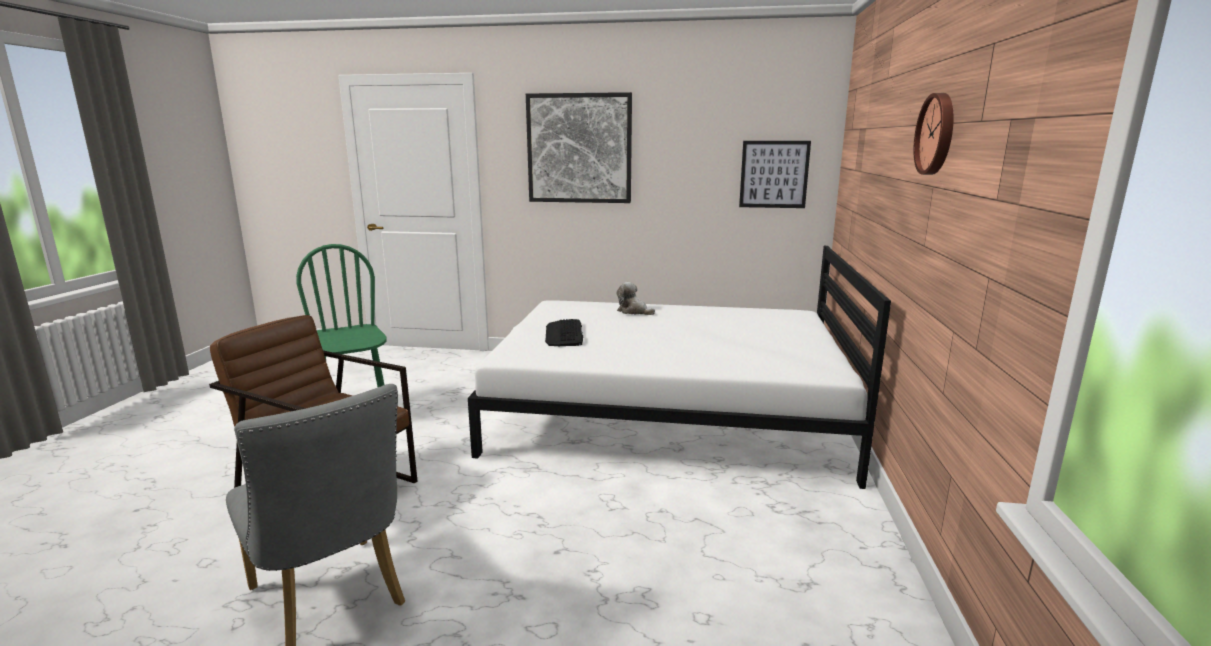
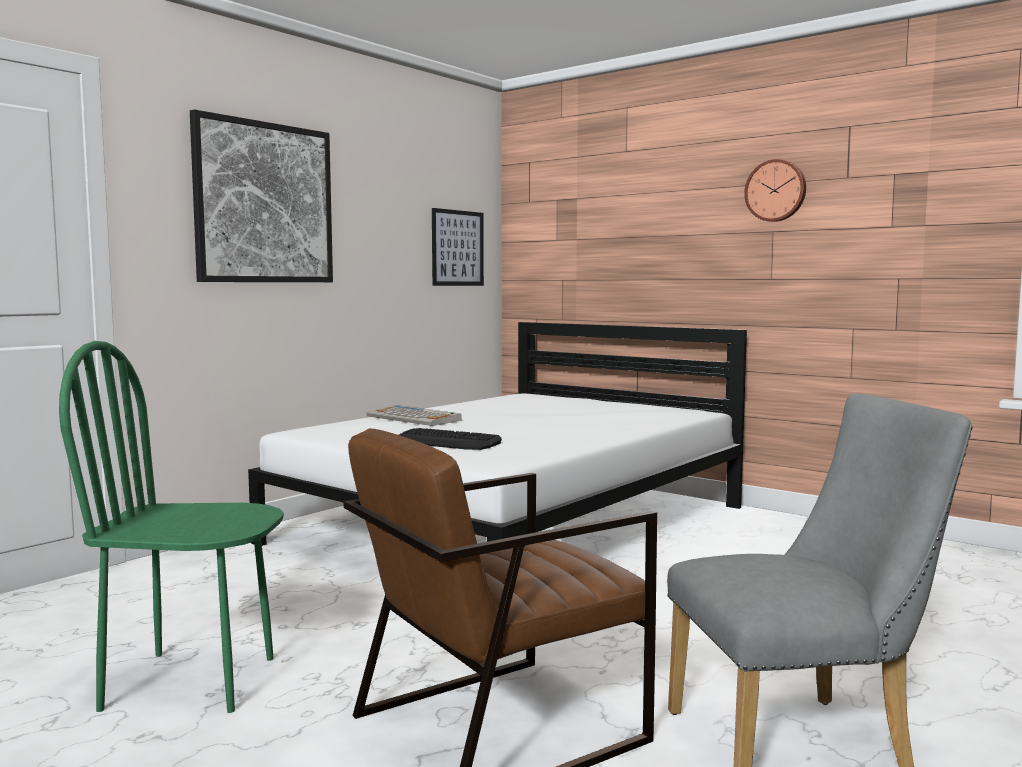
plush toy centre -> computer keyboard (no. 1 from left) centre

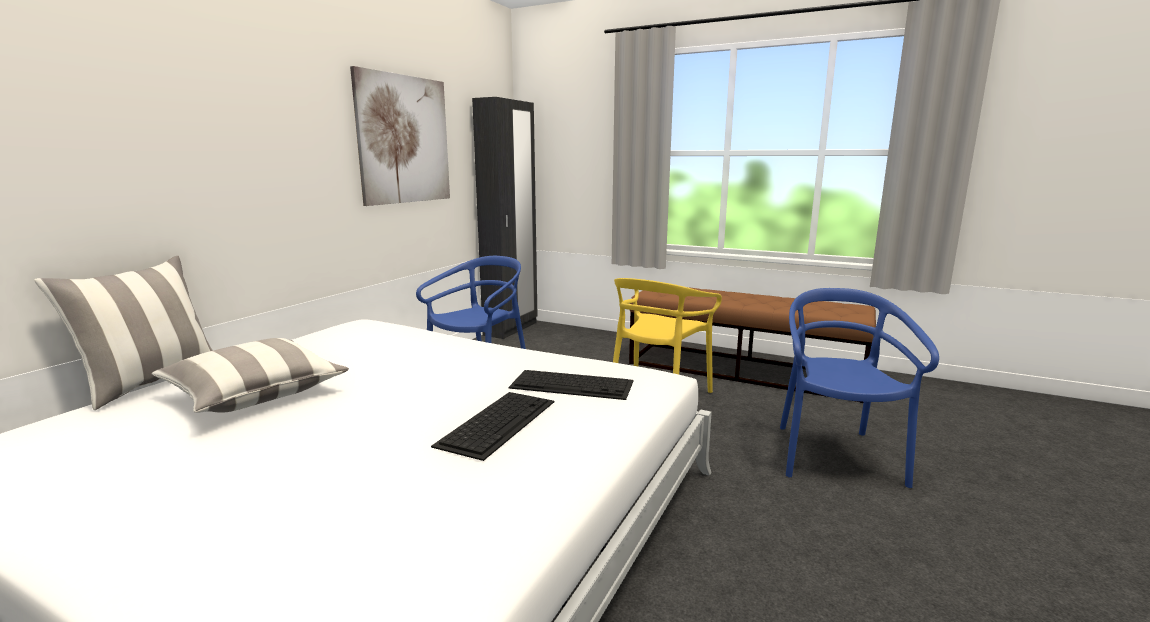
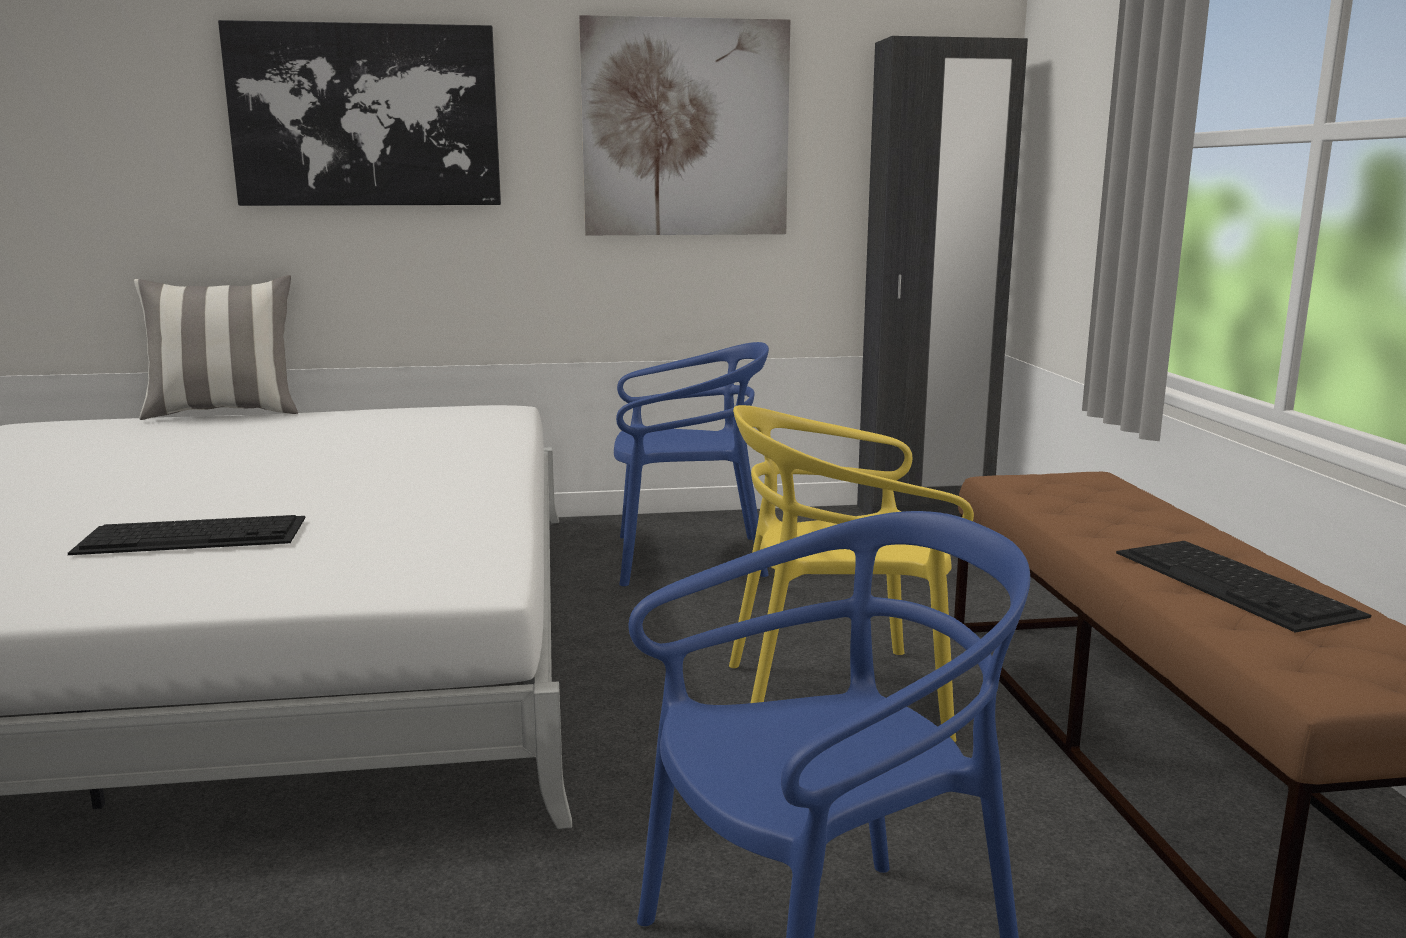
none -> wall picture (no. 1 from left) top left
computer keyboard (no. 2 from left) centre -> computer keyboard (no. 2 from left) middle right, relocated
throw pillow (no. 2 from left) middle left -> none

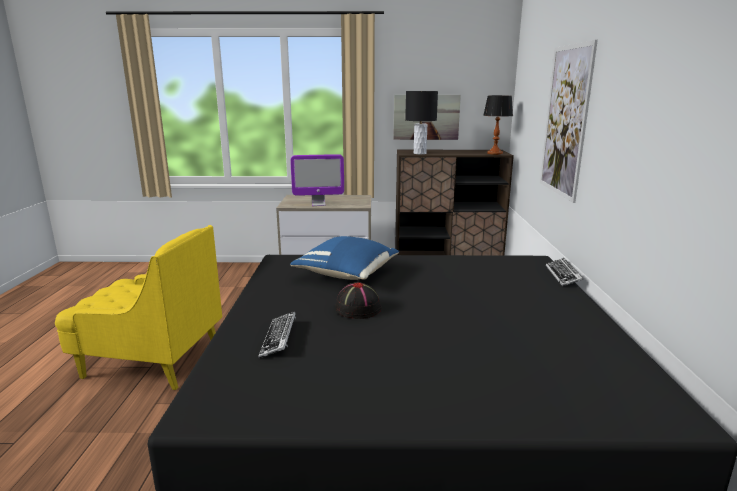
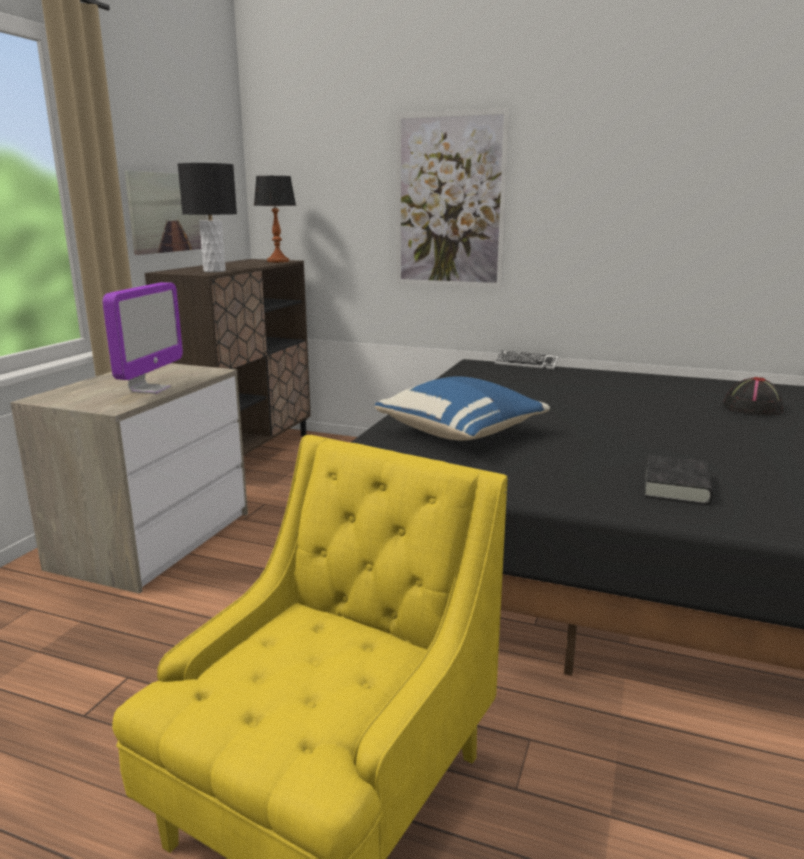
computer keyboard (no. 1 from left) bottom centre -> black-coloured bound book middle right
black-coloured wearable hat centre -> black-coloured wearable hat middle right, relocated

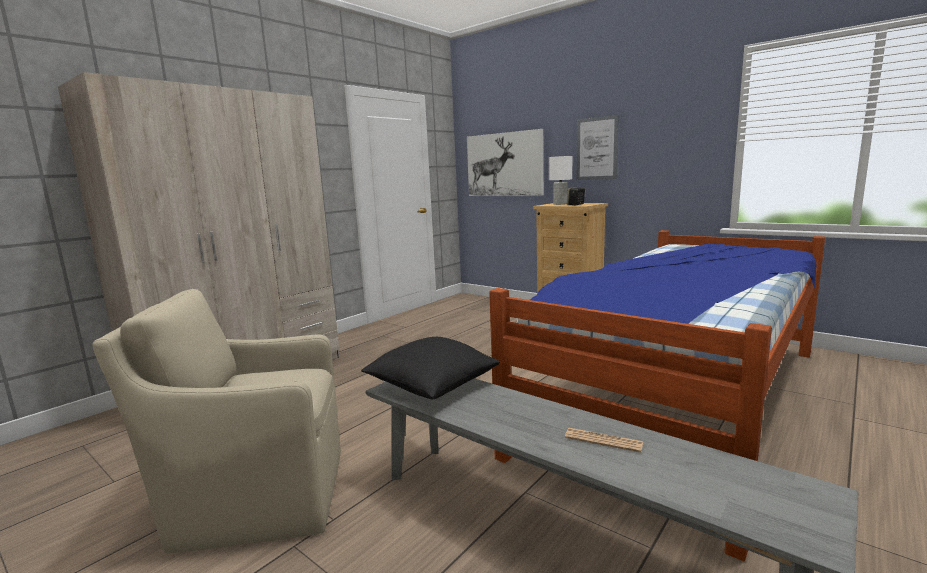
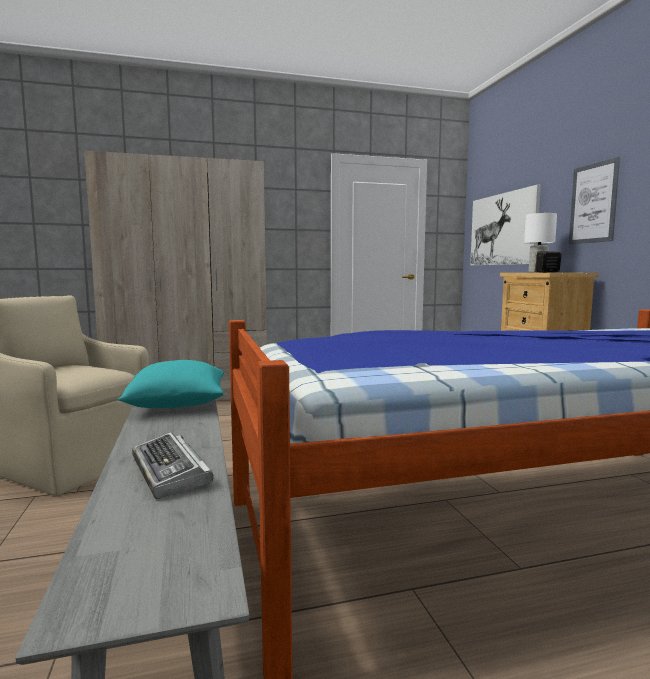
black-coloured throw pillow centre -> blue-green throw pillow middle left
printed paper bottom centre -> computer keyboard bottom left

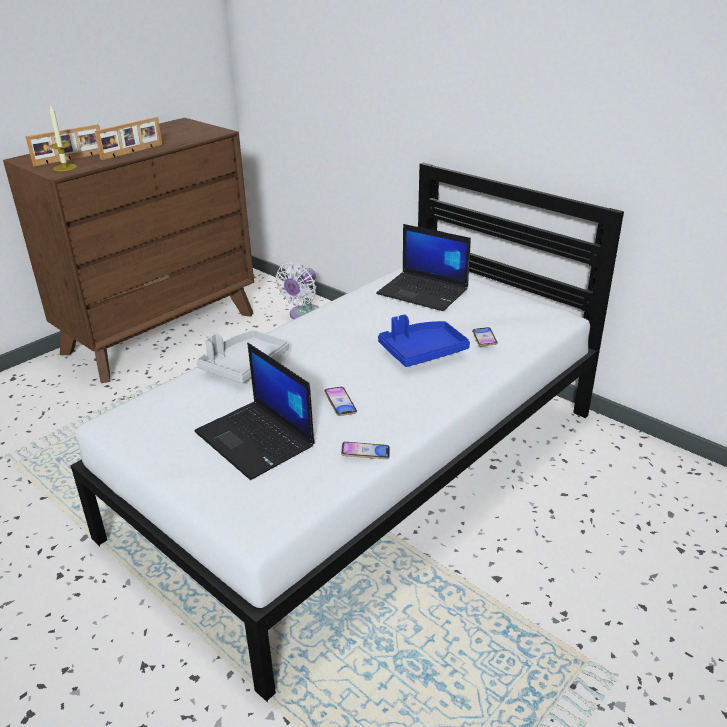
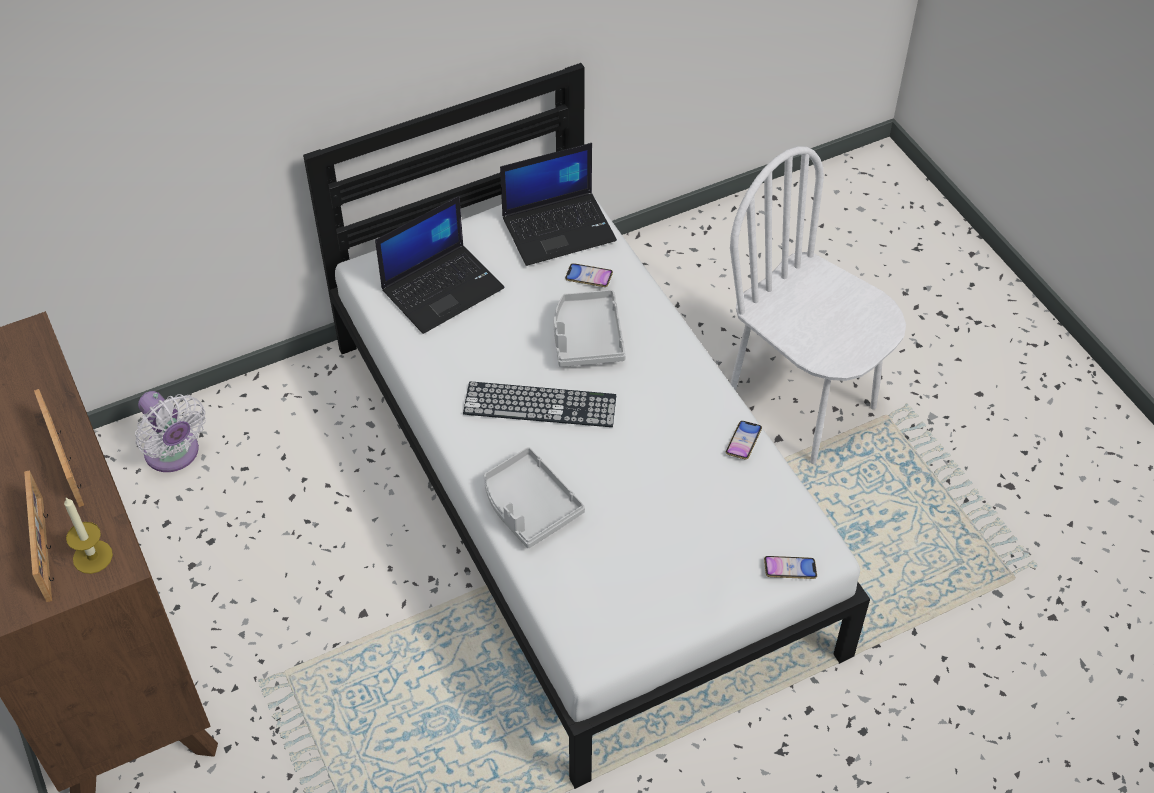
none -> computer keyboard centre
laptop (no. 1 from left in the first image) centre -> laptop (no. 2 from left) top centre, relocated
blue-coloured serving tray centre -> greyish serving tray (no. 2 from left) centre
none -> whitish chair middle right
handset (no. 1 from left in the first image) centre -> handset (no. 3 from left) bottom right, relocated

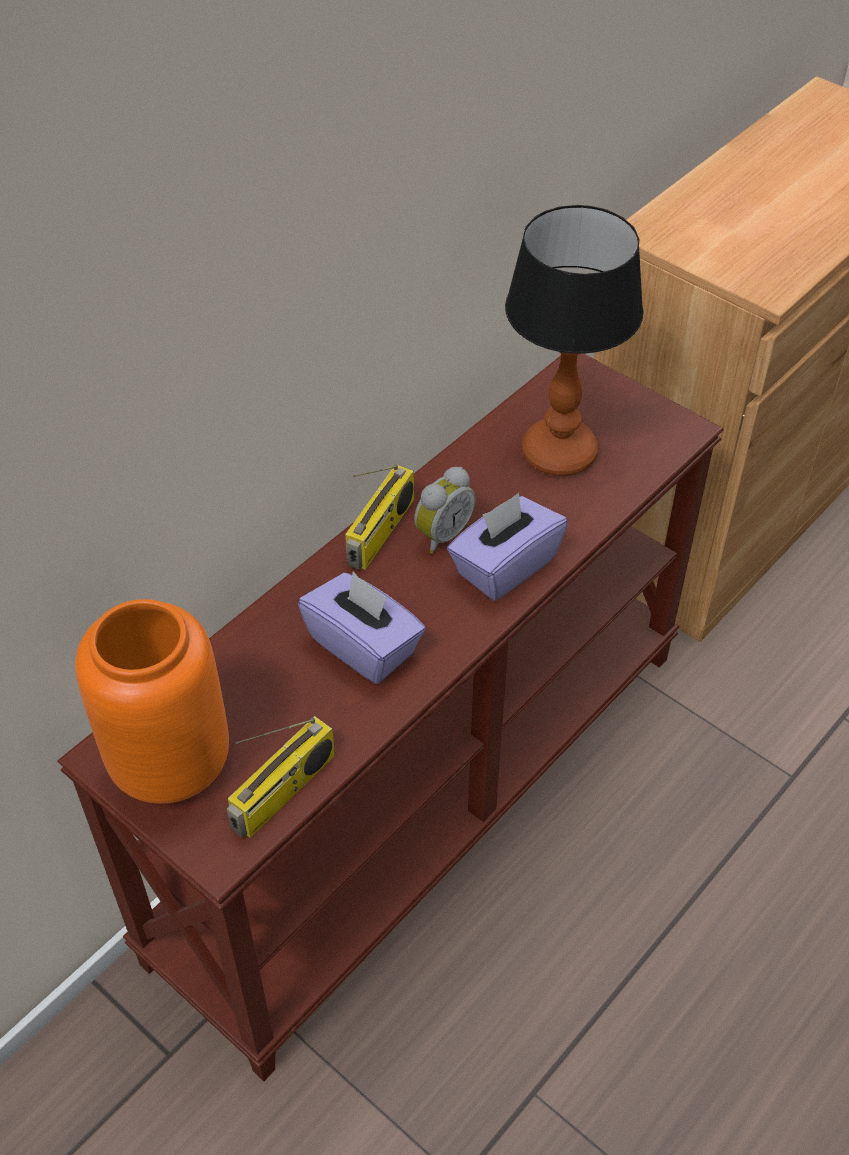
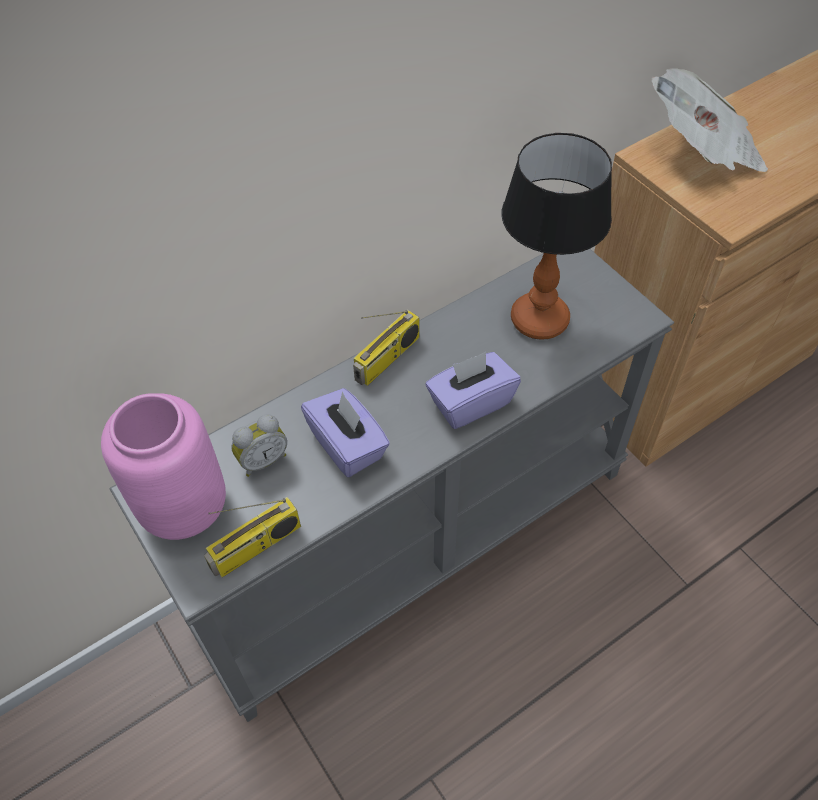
orangey decorative vase middle left -> pink-coloured decorative vase middle left
brown console table centre -> greyish console table centre
alarm clock centre -> alarm clock middle left, relocated
none -> printed paper top right

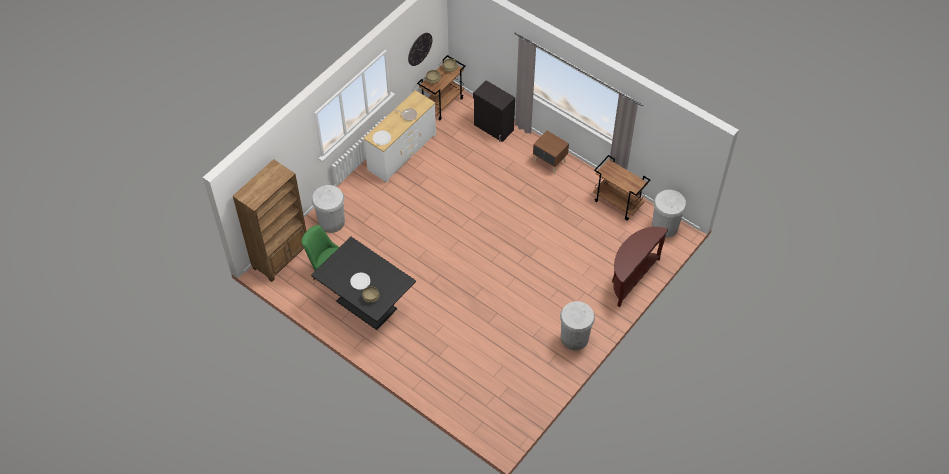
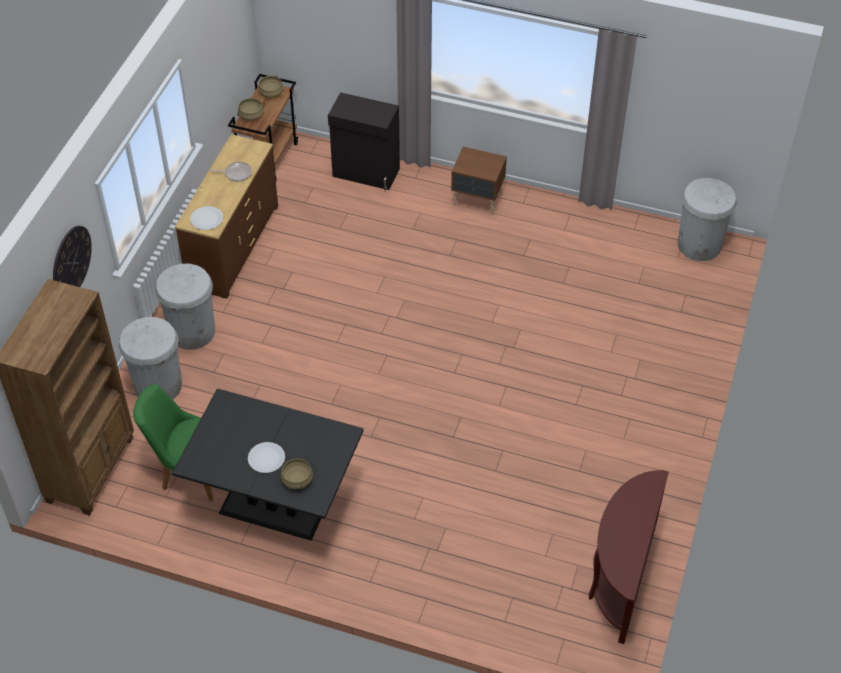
clock on the wall top centre -> clock on the wall middle left, relocated
whitish trash can (no. 2 from left) bottom centre -> whitish trash can (no. 2 from left) middle left, relocated
whitish drawer chest top centre -> brown drawer chest top left
brown console table middle right -> brown console table bottom right, relocated
brown cart (no. 2 from left) centre -> none

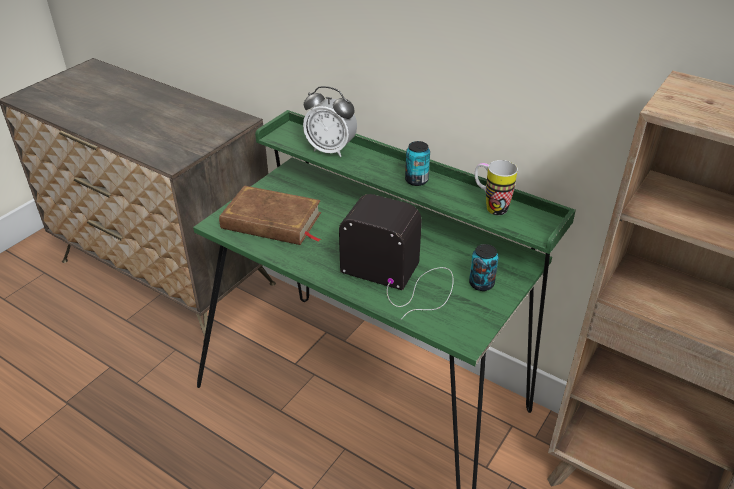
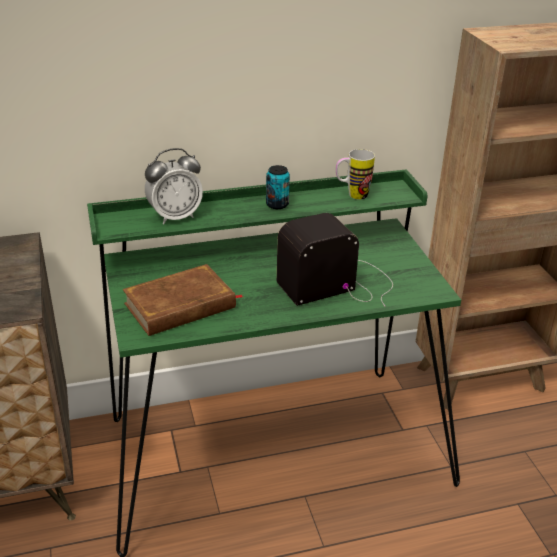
can (no. 2 from left) centre -> none

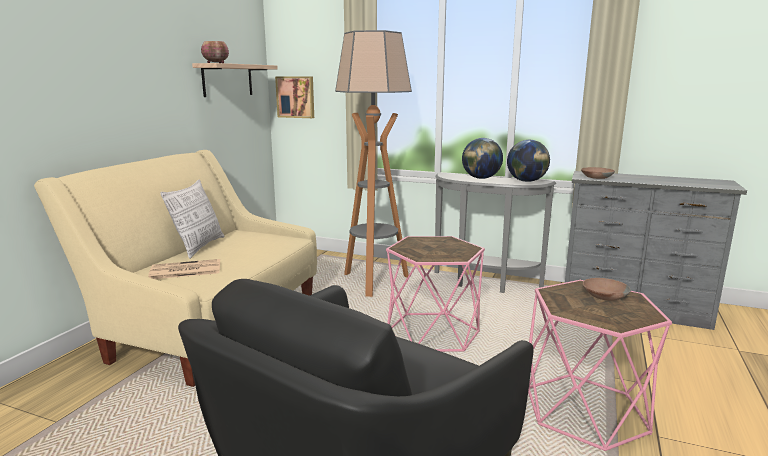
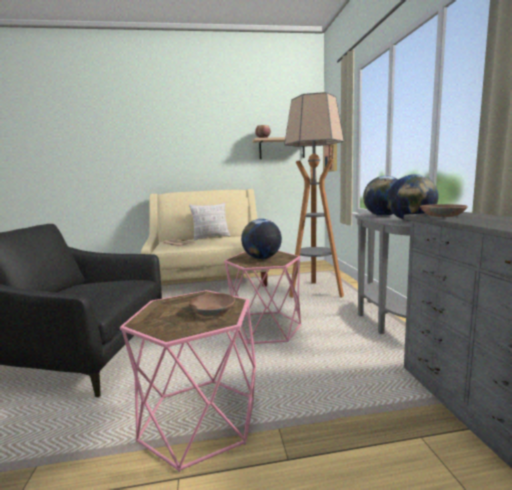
none -> globe (no. 1 from left) centre

